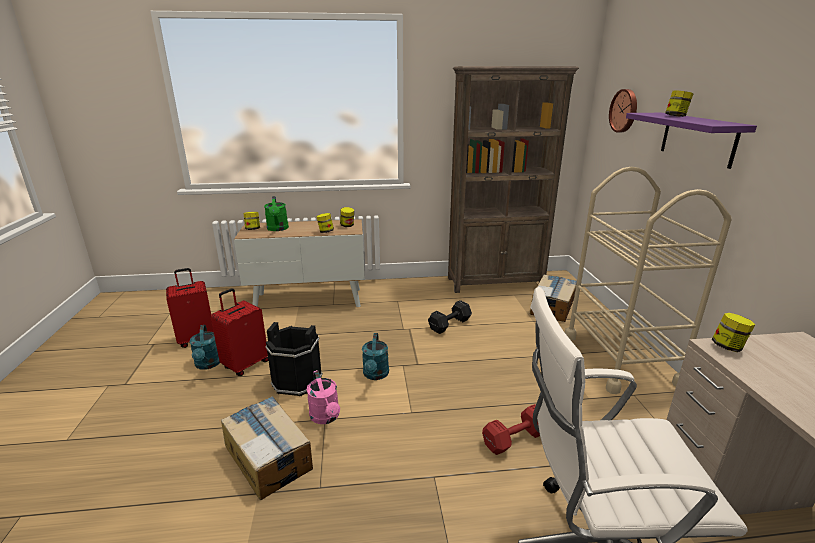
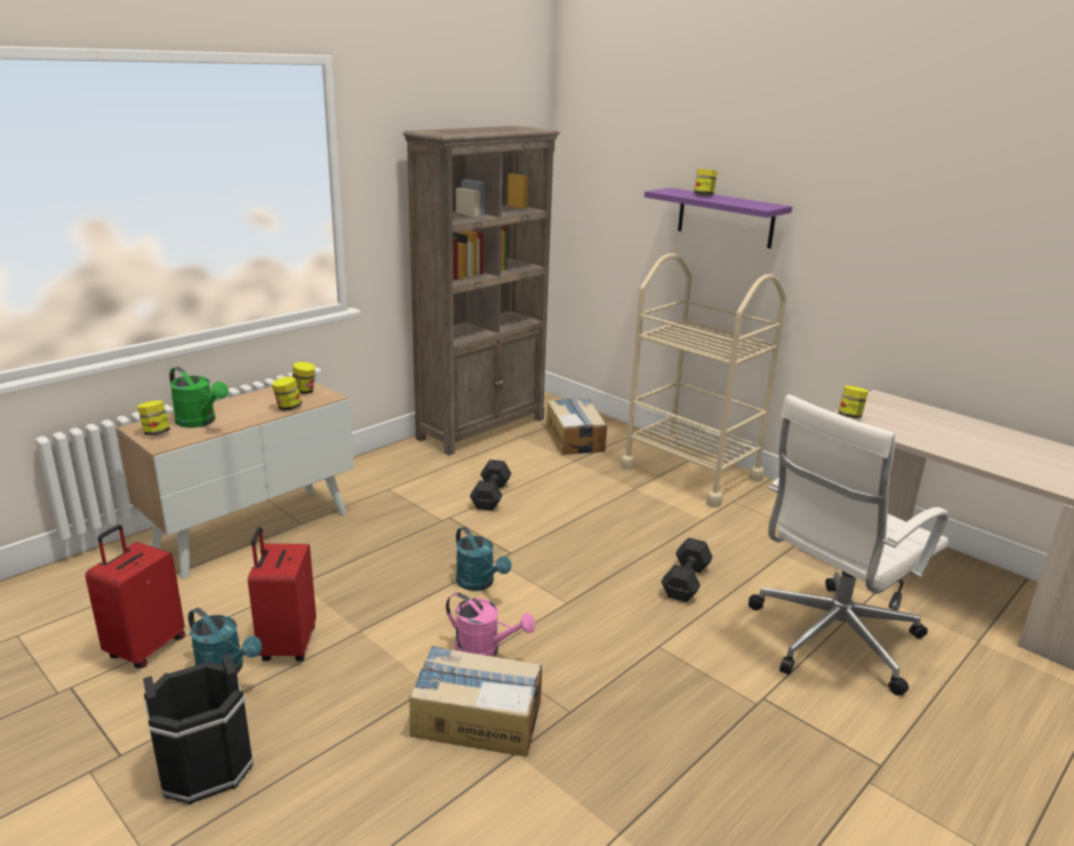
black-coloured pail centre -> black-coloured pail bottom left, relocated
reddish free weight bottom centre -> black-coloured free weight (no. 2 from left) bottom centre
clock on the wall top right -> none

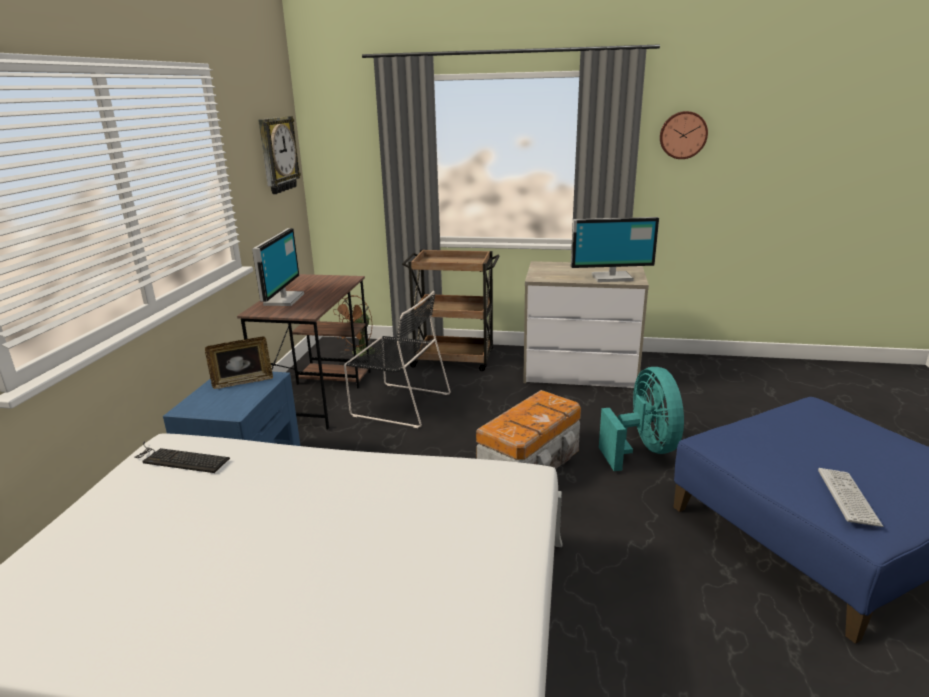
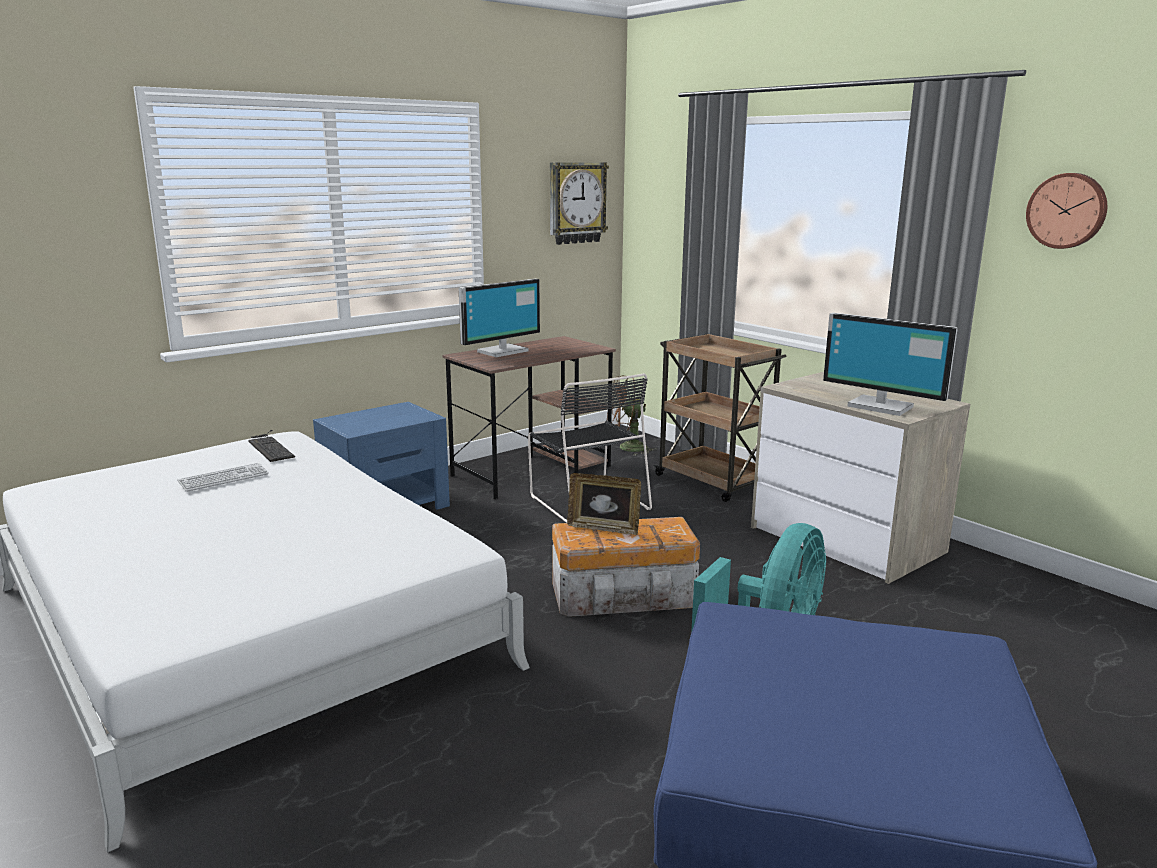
computer keyboard (no. 2 from left in the first image) bottom right -> computer keyboard (no. 1 from left) middle left, relocated
standing frame middle left -> standing frame centre, relocated

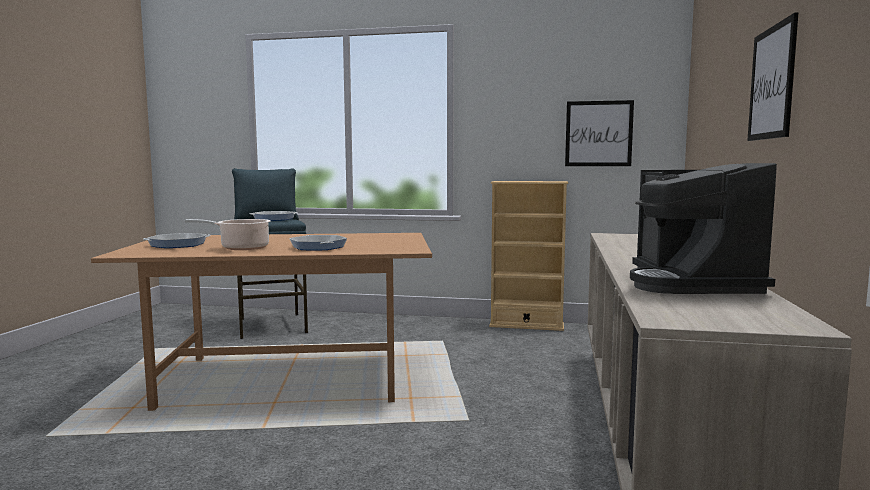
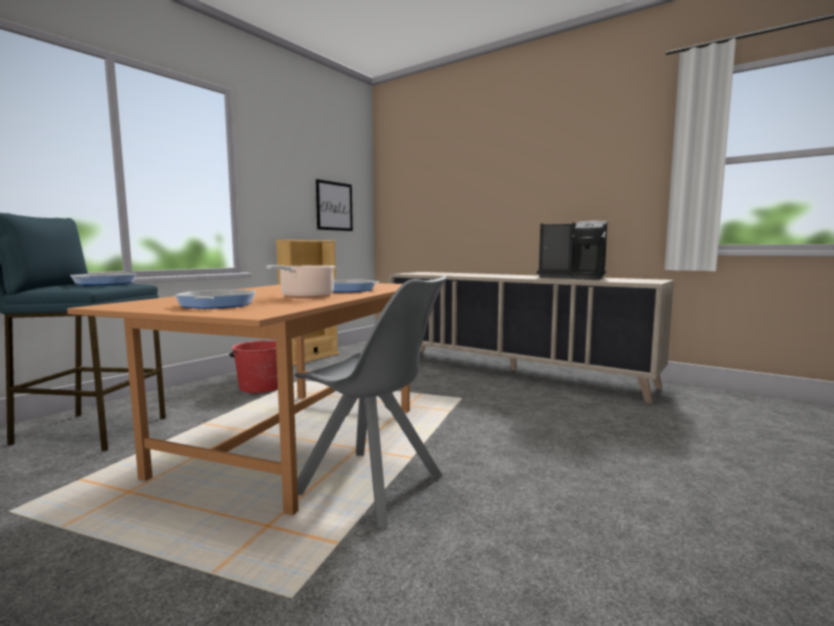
none -> reddish pail middle left
none -> greyish chair centre
wall picture (no. 2 from left) top right -> none

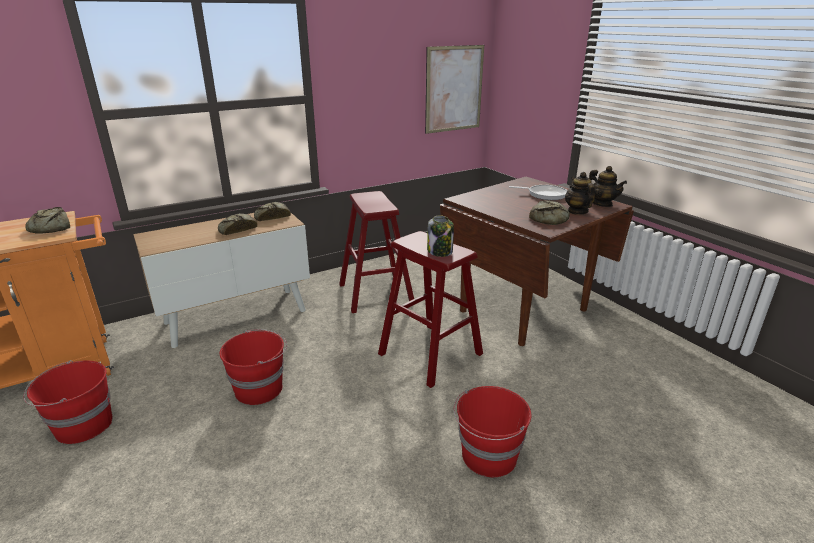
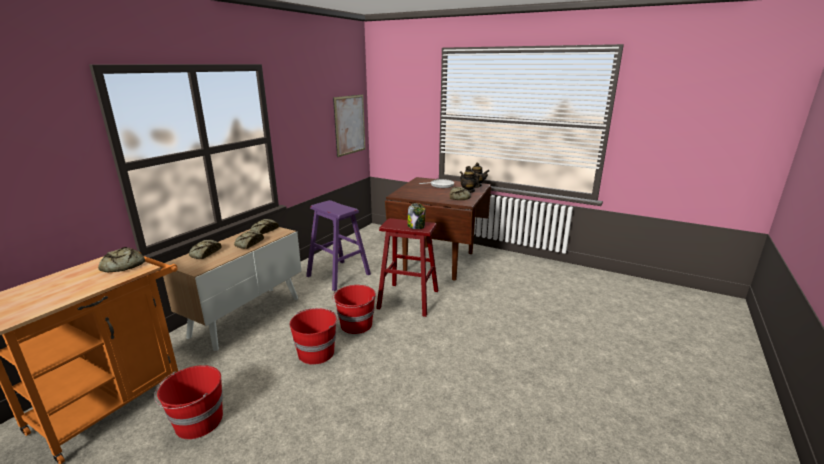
none -> bread (no. 2 from left) middle left
reddish stool seat (no. 1 from left) centre -> purple-coloured stool seat centre
reddish pail (no. 3 from left) bottom centre -> reddish pail (no. 3 from left) centre, relocated

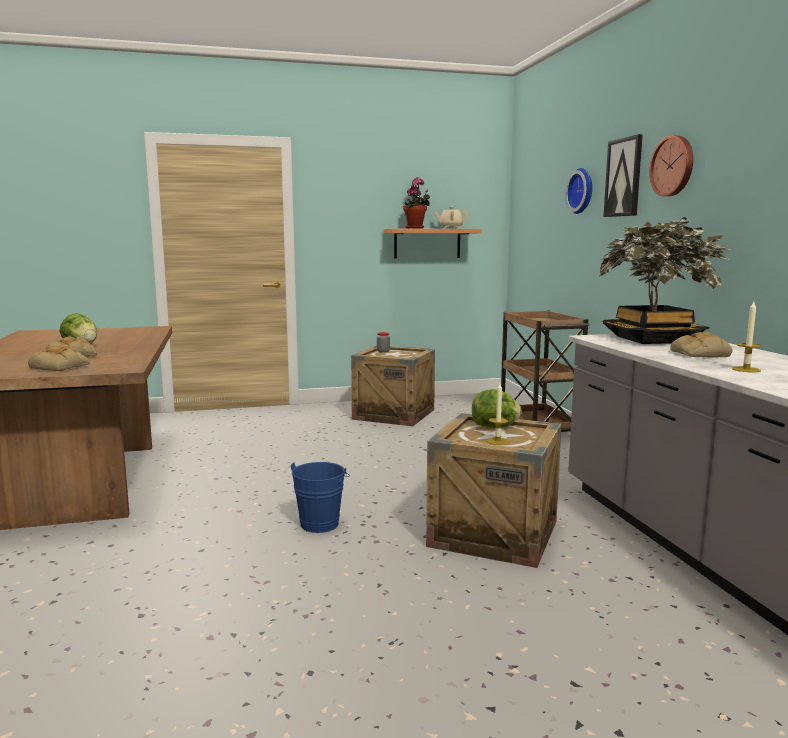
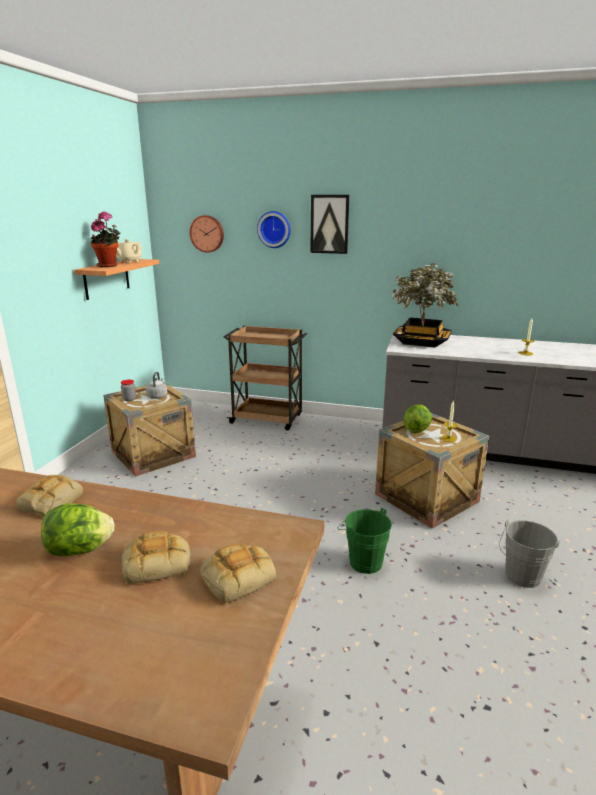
bread (no. 3 from left in the first image) middle right -> bread (no. 1 from left) middle left, relocated
none -> greyish kettle middle left
clock on the wall (no. 2 from left in the first image) top right -> clock on the wall (no. 1 from left) top centre, relocated
blue-coloured pail bottom centre -> green-coloured pail bottom centre
none -> greyish pail bottom right

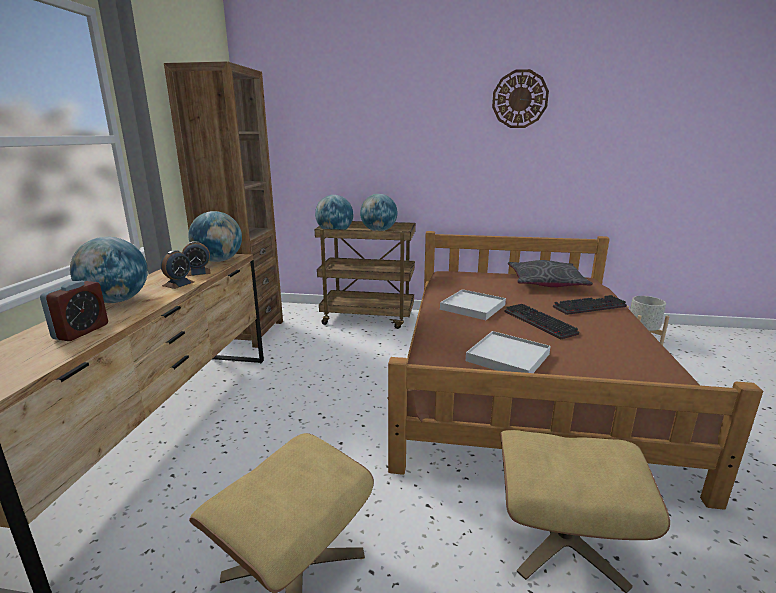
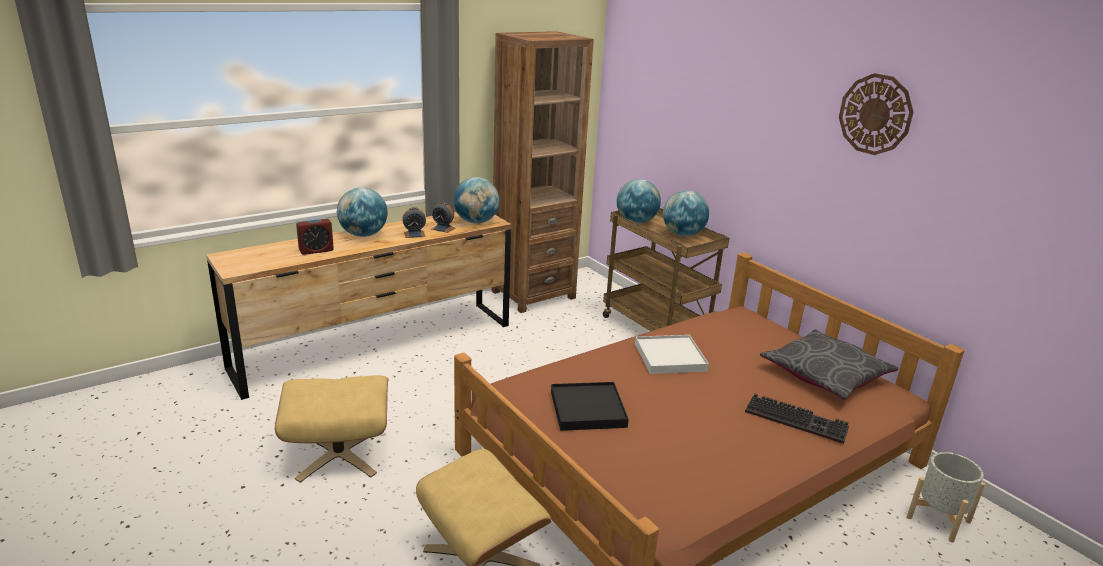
whitish serving tray (no. 2 from left) centre -> black-coloured serving tray bottom centre
computer keyboard (no. 1 from left) middle right -> none

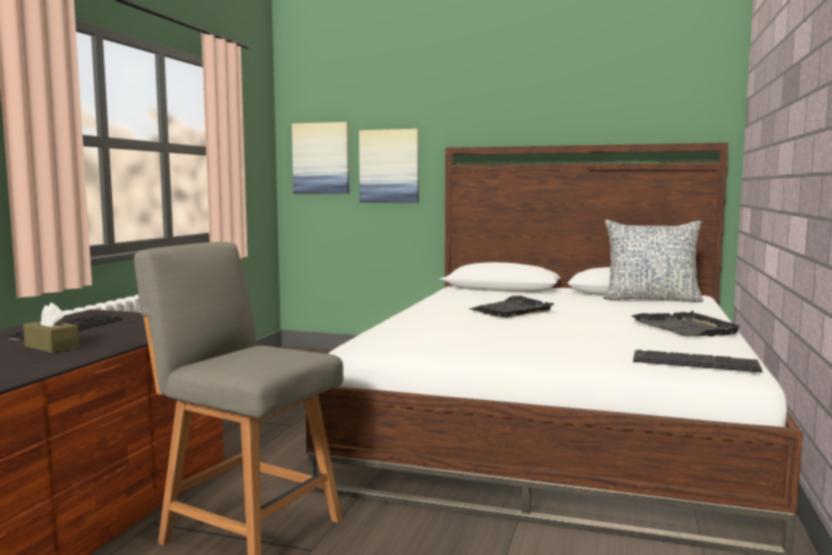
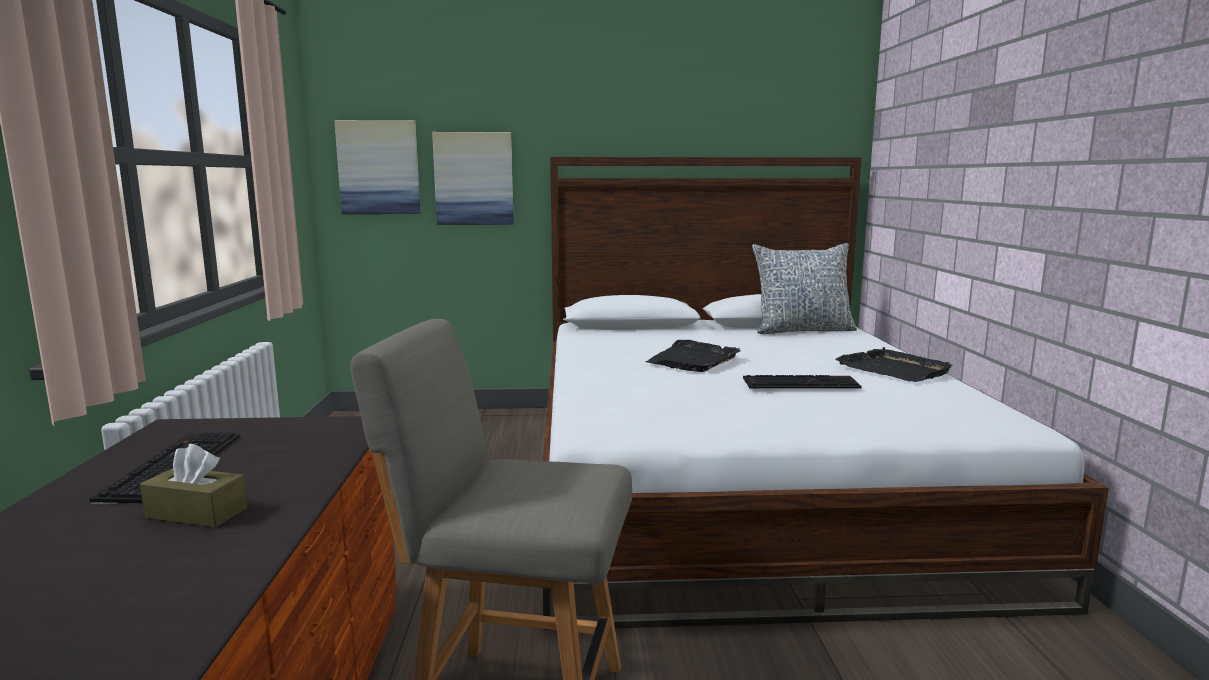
computer keyboard (no. 2 from left) middle right -> computer keyboard (no. 2 from left) centre, relocated

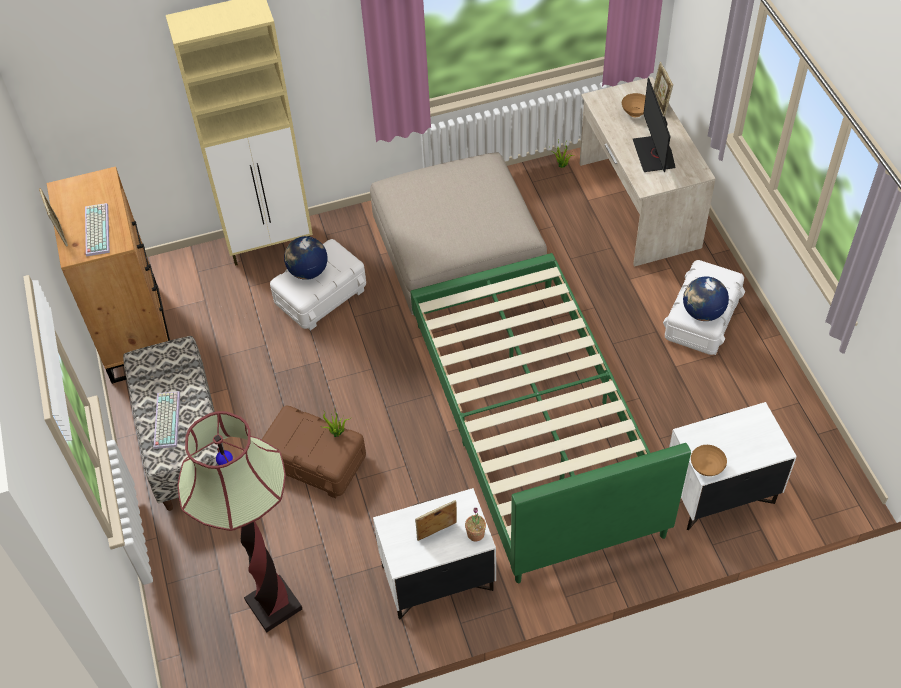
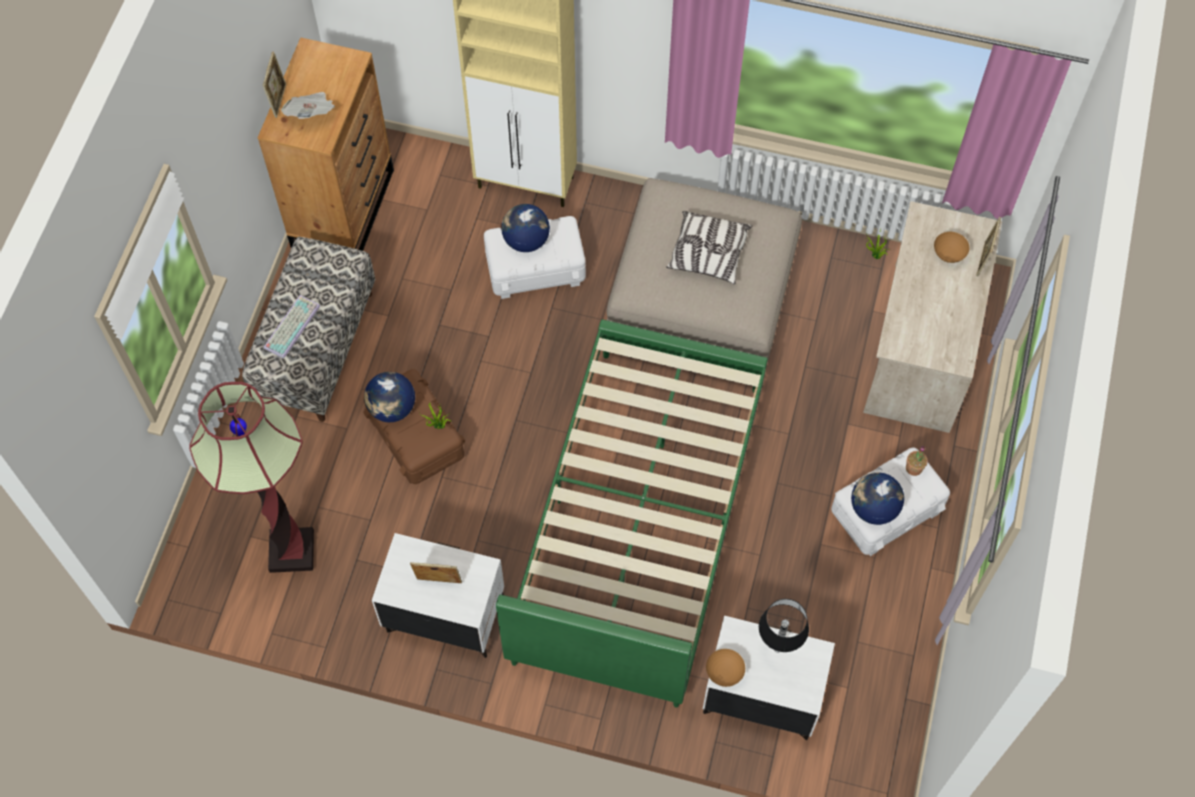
computer keyboard (no. 1 from left) top left -> printed paper top left
none -> globe (no. 1 from left) middle left
none -> throw pillow top centre
none -> tabletop lamp bottom centre
potted plant (no. 2 from left in the first image) bottom centre -> potted plant (no. 3 from left) middle right, relocated
computer display top right -> none

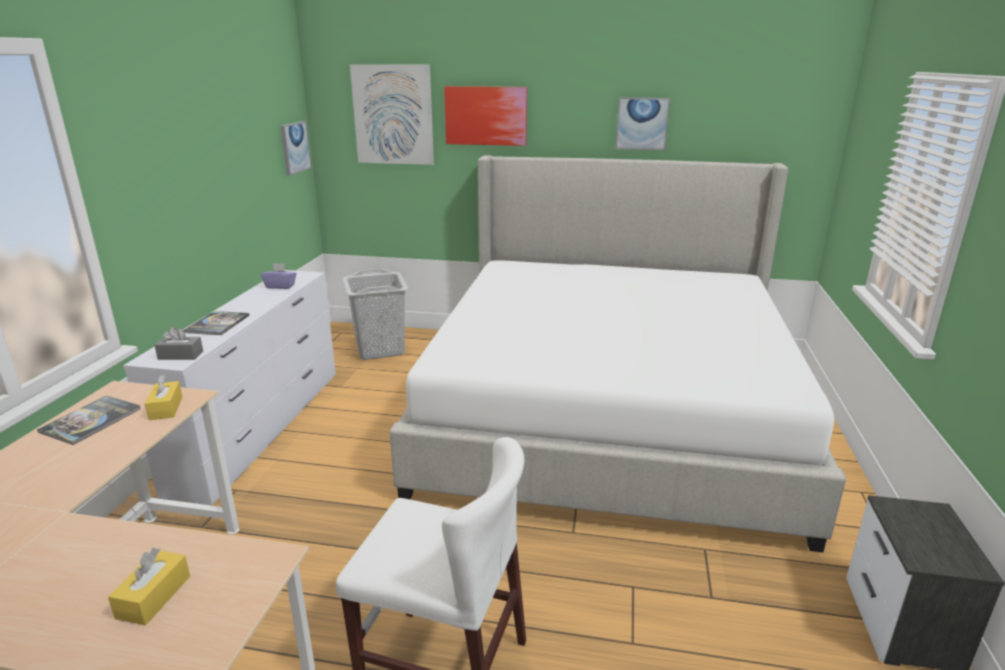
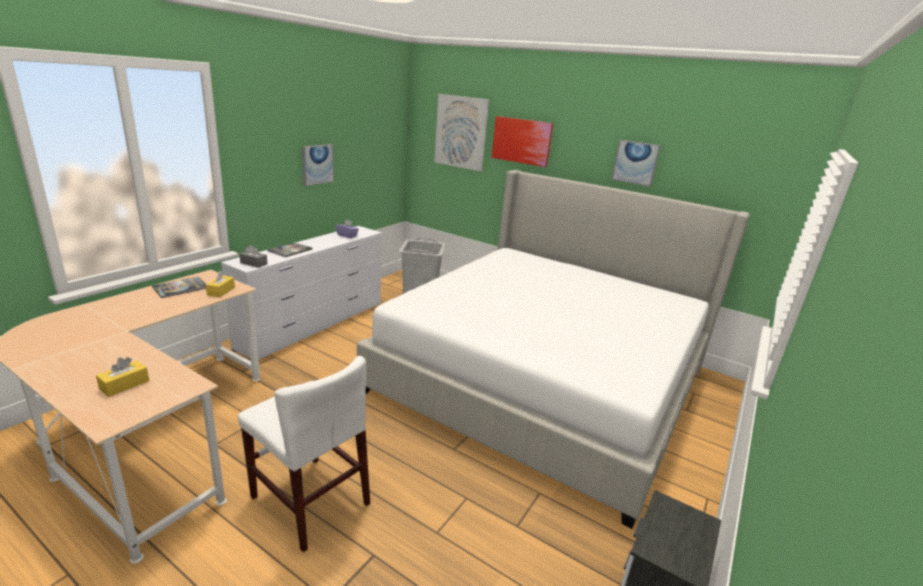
wall picture (no. 1 from left) top left -> wall picture (no. 1 from left) top centre, relocated

